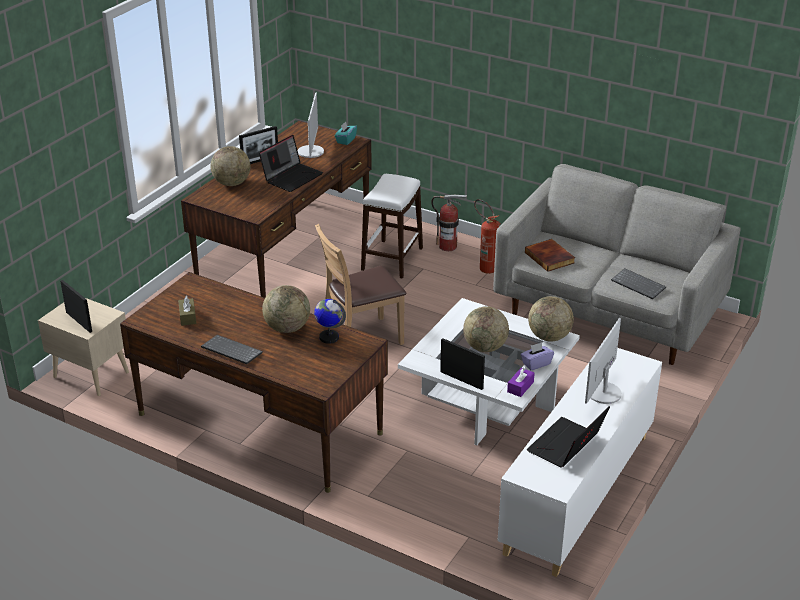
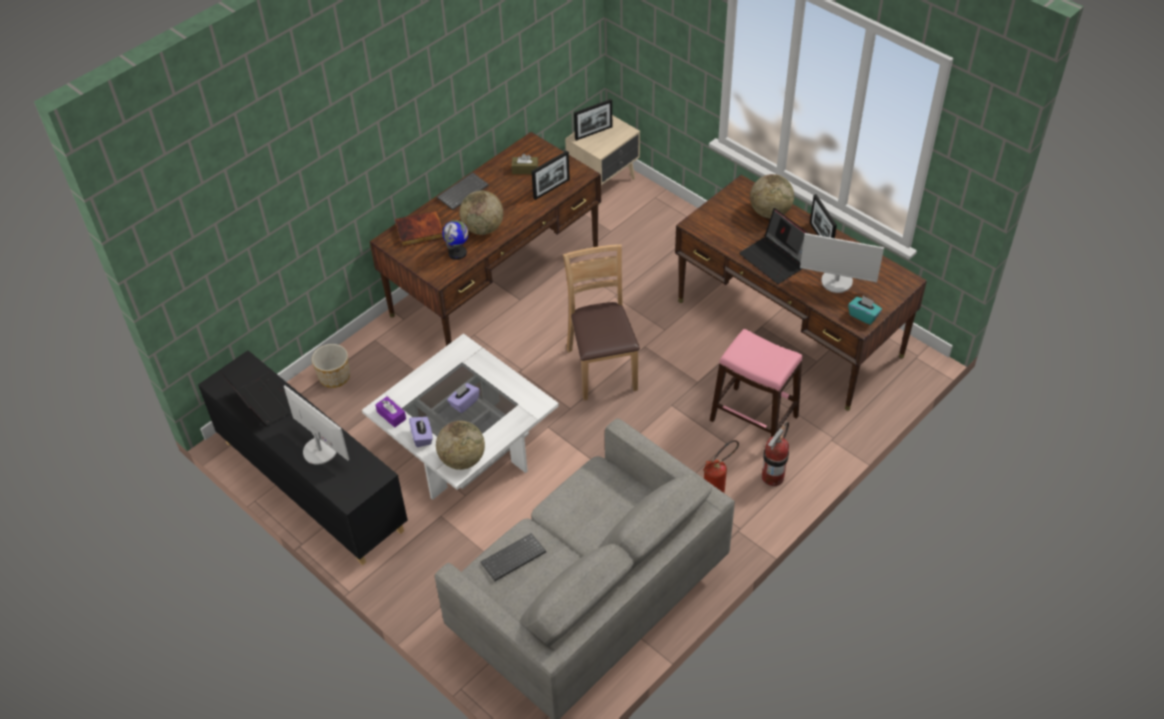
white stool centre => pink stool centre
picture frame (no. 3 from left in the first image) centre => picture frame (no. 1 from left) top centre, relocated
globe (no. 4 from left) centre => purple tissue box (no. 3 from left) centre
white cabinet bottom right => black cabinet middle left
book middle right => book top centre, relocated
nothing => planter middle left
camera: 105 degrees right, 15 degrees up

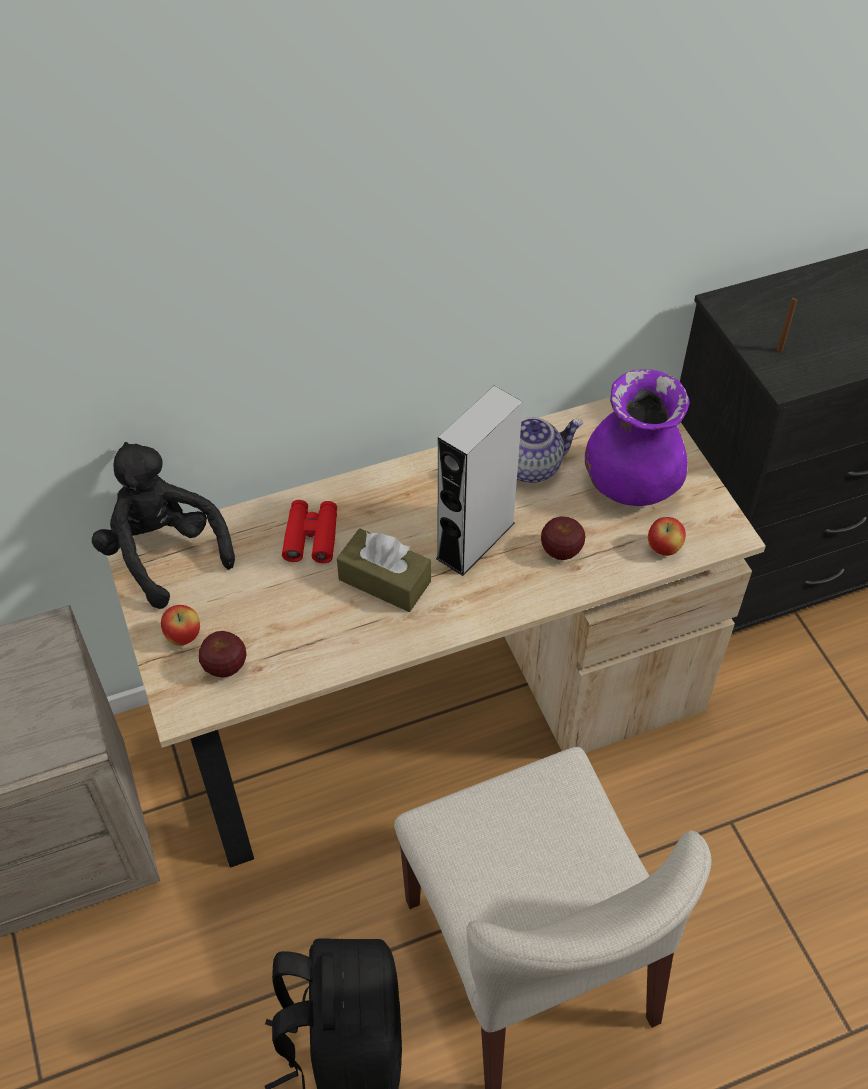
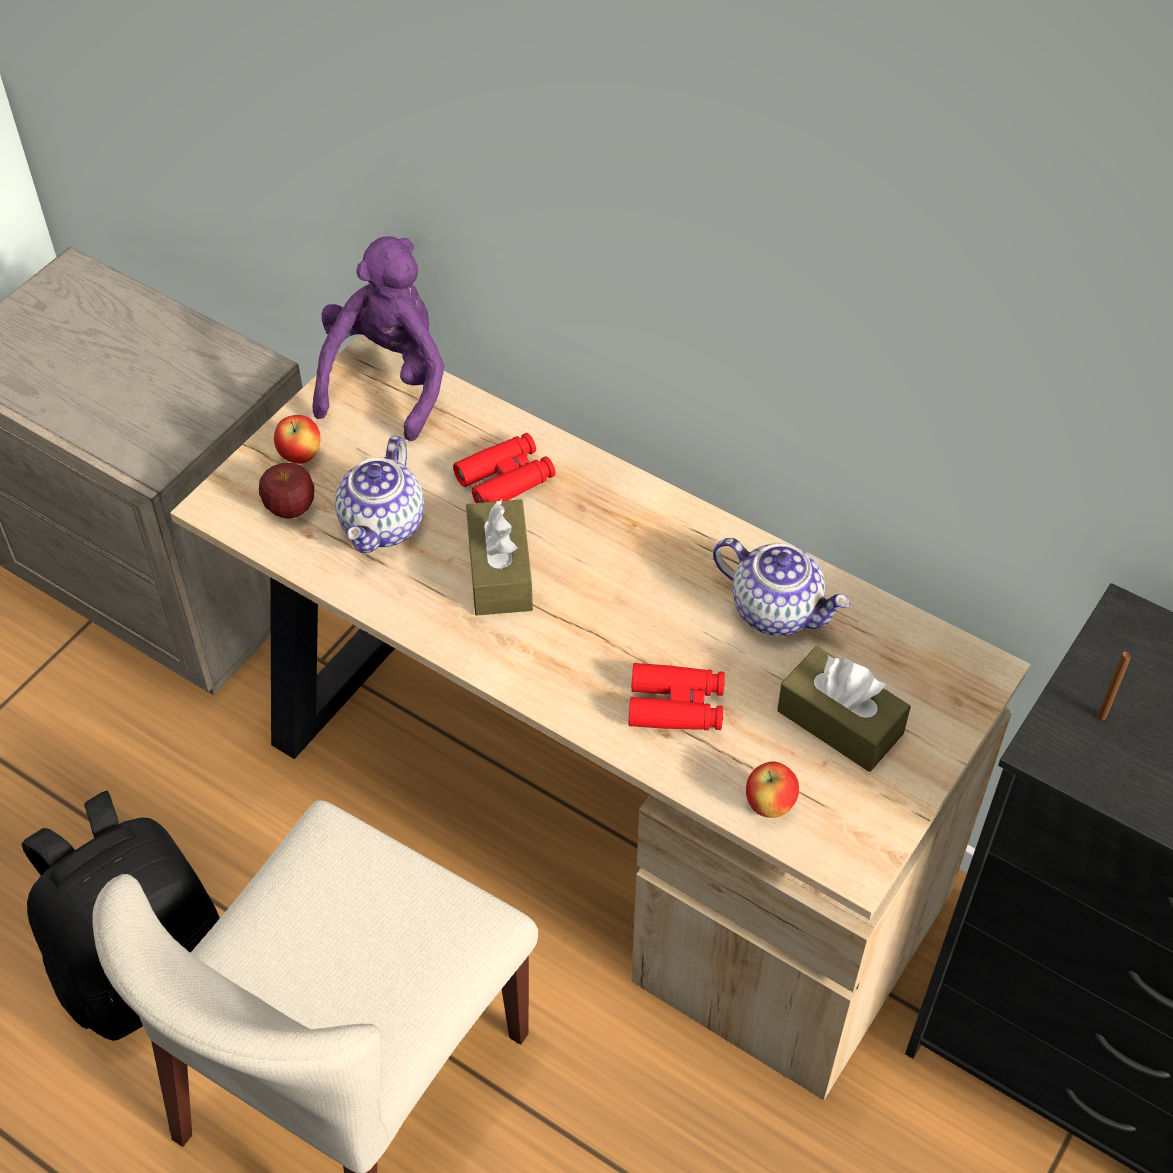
black plush toy middle left => purple plush toy top left
grey speaker centre => nothing
apple (no. 3 from left) centre => red binoculars (no. 2 from left) centre
purple vase middle right => brown tissue box (no. 2 from left) middle right
nothing => teapot (no. 1 from left) middle left
camera: 55 degrees right, 0 degrees up

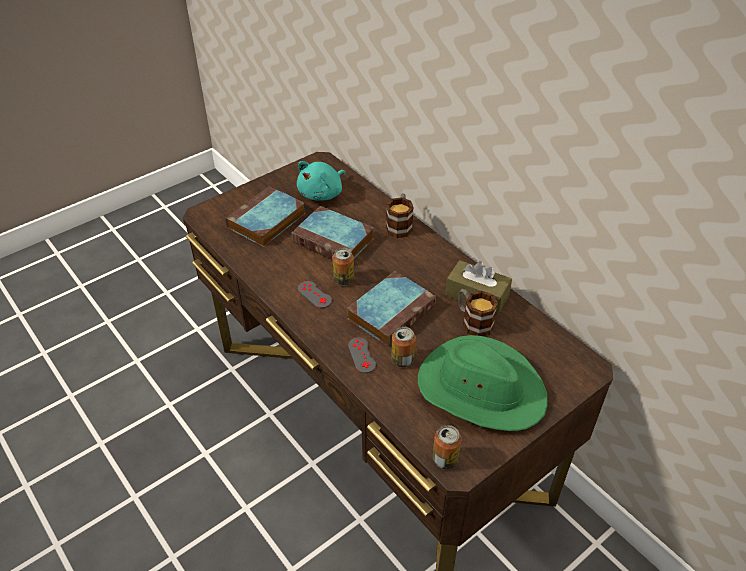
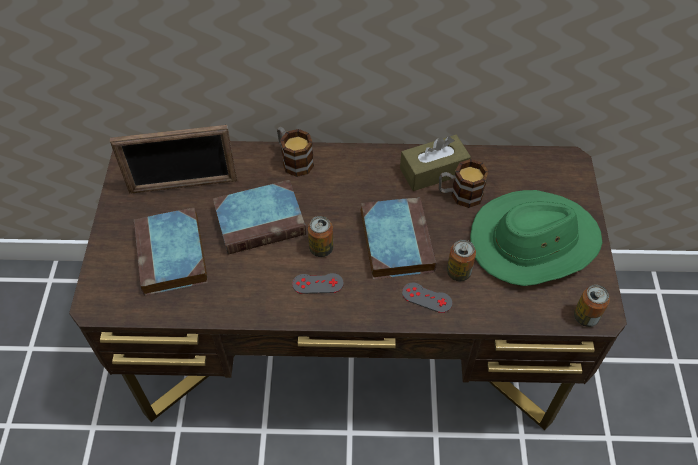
turquoise plush toy top centre => picture frame middle left
camera: 50 degrees left, 10 degrees up

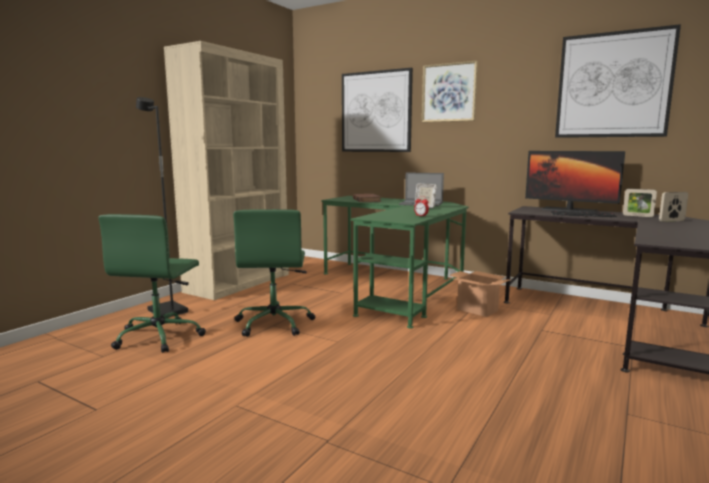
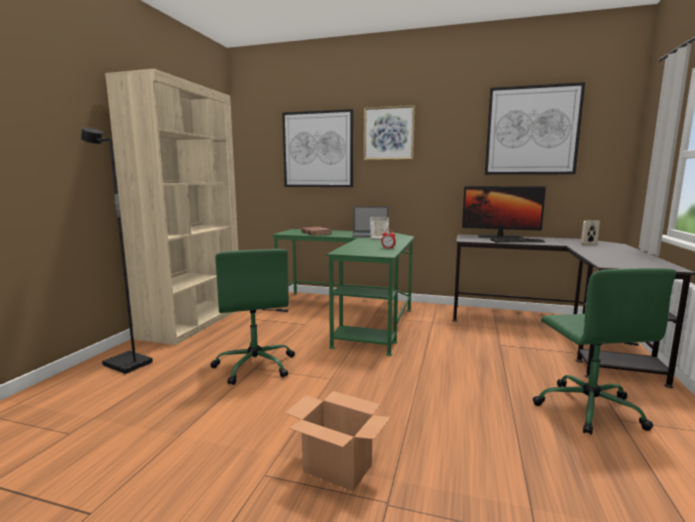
green office chair (no. 1 from left in the first image) middle left => green office chair (no. 2 from left) bottom right, relocated
cardboard box middle right => cardboard box bottom centre, relocated
picture frame (no. 2 from left) middle right => nothing
camera: 15 degrees left, 0 degrees up

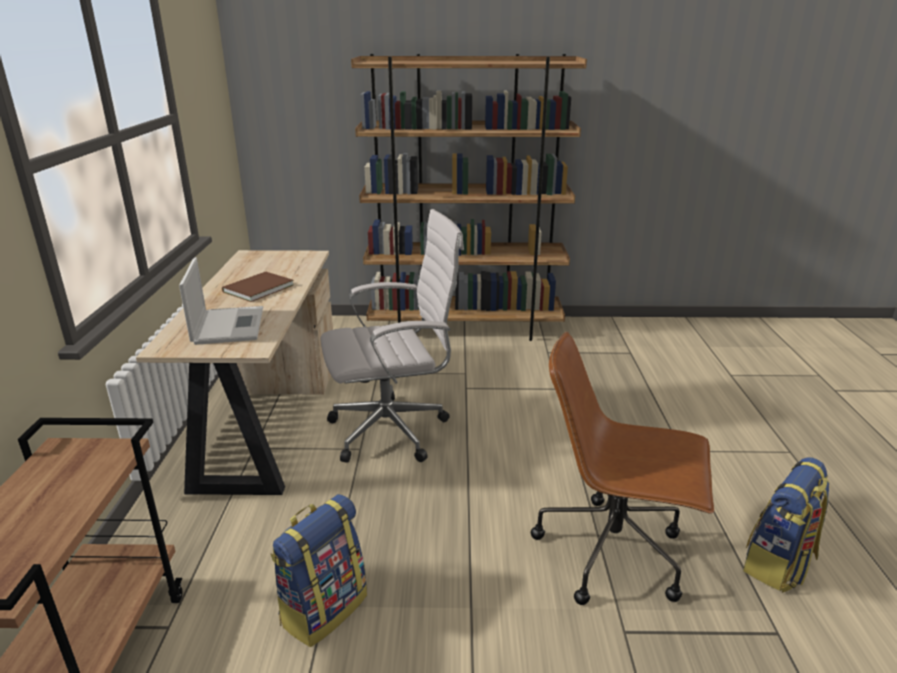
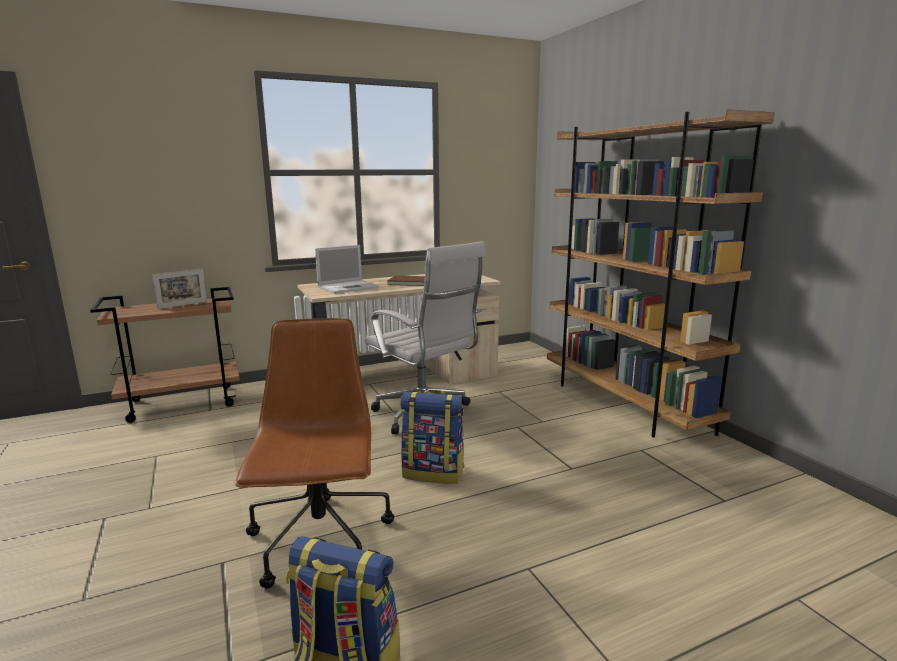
backpack (no. 1 from left in the first image) bottom centre => backpack (no. 2 from left) centre, relocated
nothing => picture frame middle left
camera: 65 degrees right, 10 degrees down

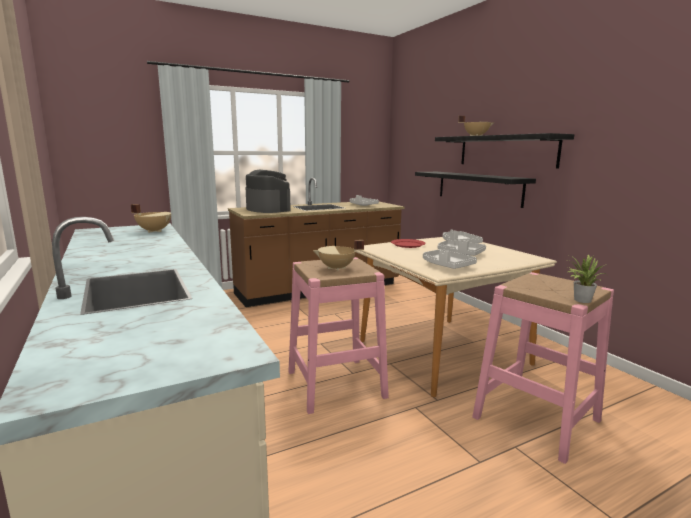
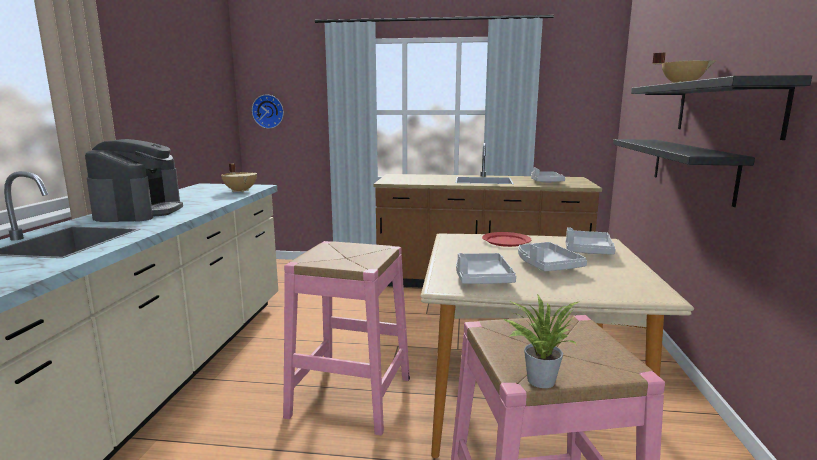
coffee machine centre => coffee machine middle left, relocated
beige cooking pot (no. 2 from left) centre => nothing
nothing => wall clock top left
camera: 35 degrees right, 0 degrees up

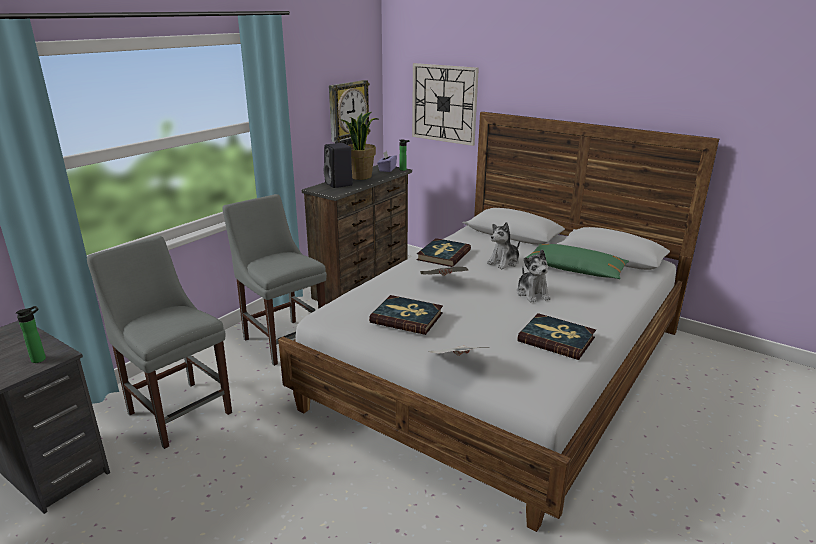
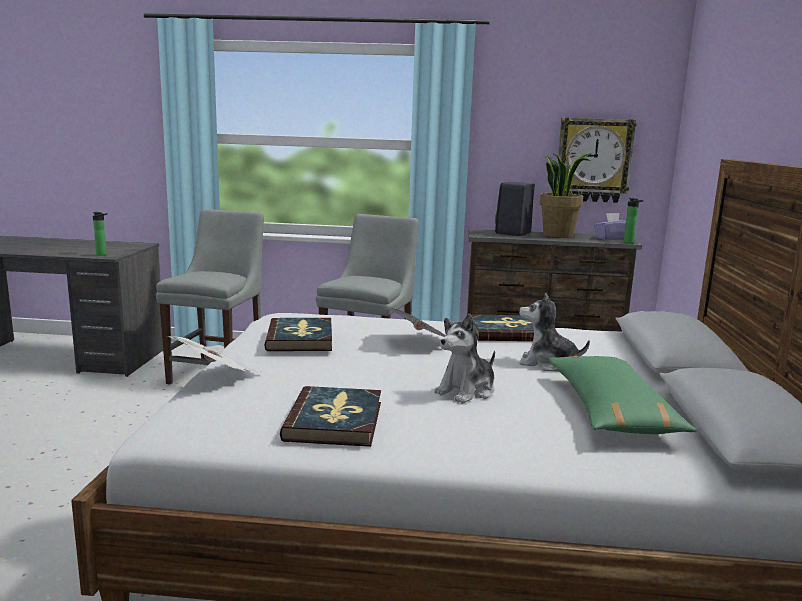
wall clock (no. 2 from left) top centre => nothing
camera: 60 degrees right, 10 degrees down

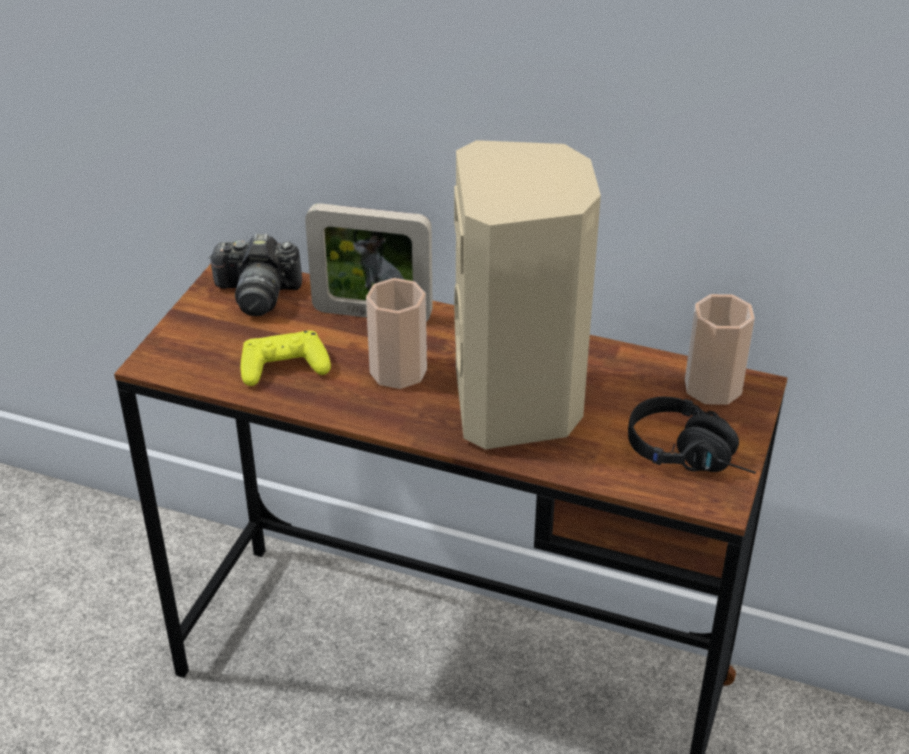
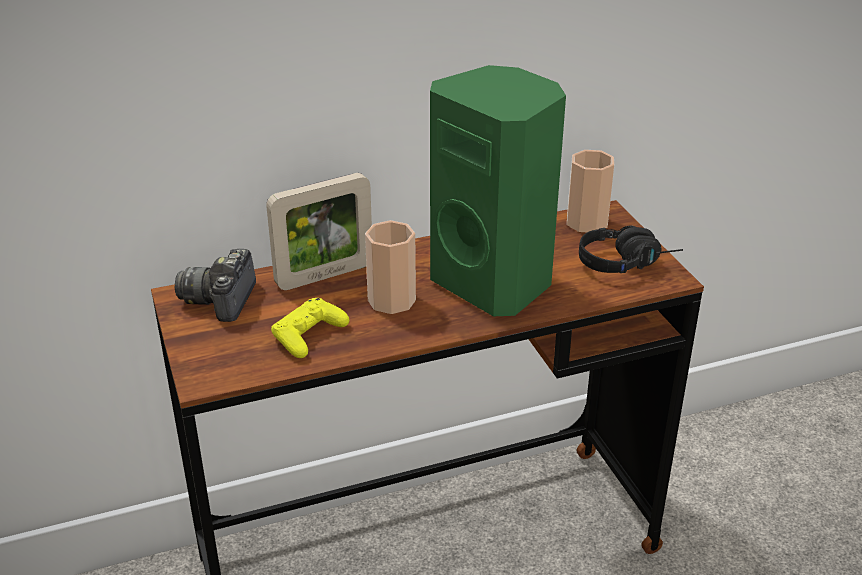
photo camera middle left, 135 degrees clockwise
beige speaker centre => green speaker top centre
camera: 40 degrees left, 5 degrees down

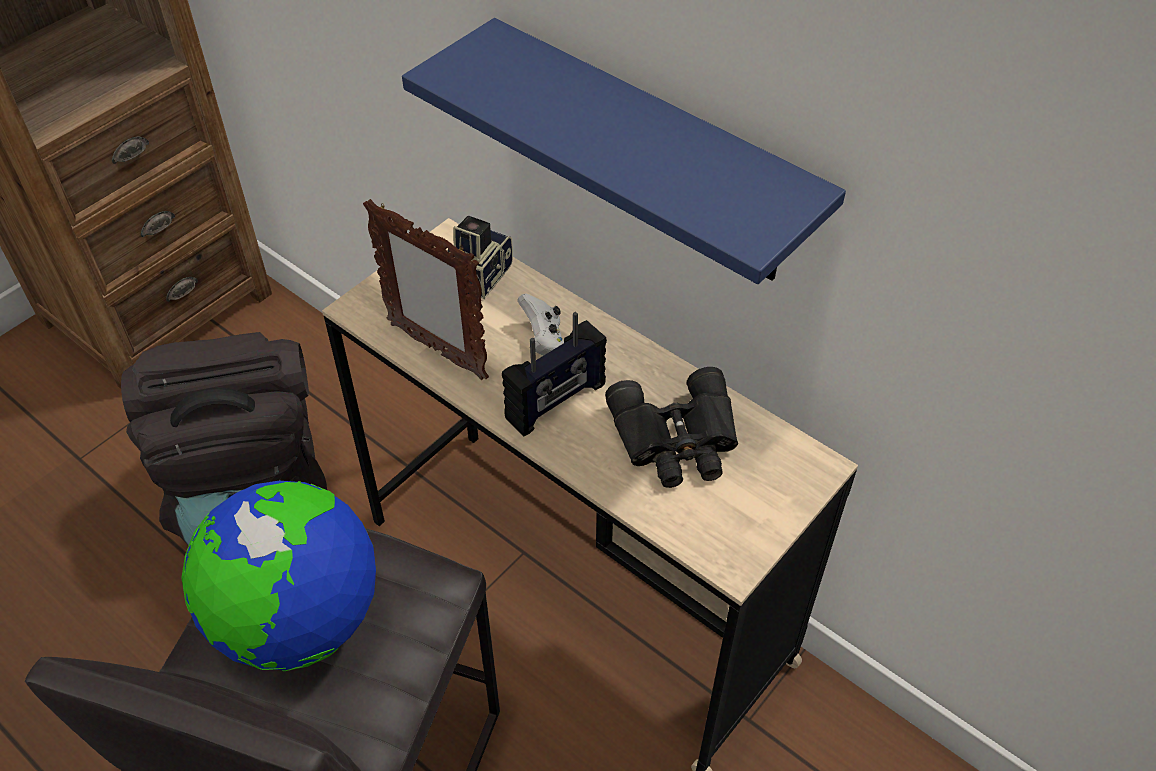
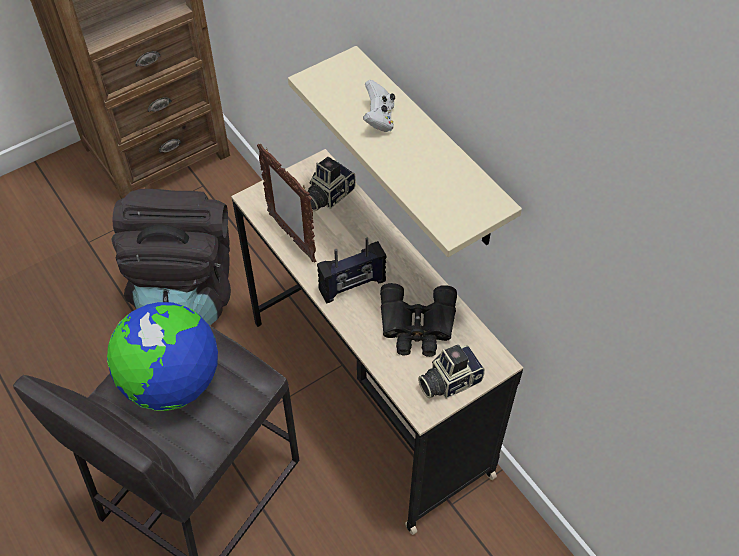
blue shelf top centre => beige shelf top centre
white game controller centre => white game controller top centre, relocated
nothing => photo camera (no. 2 from left) bottom centre
camera: 15 degrees right, 5 degrees up

